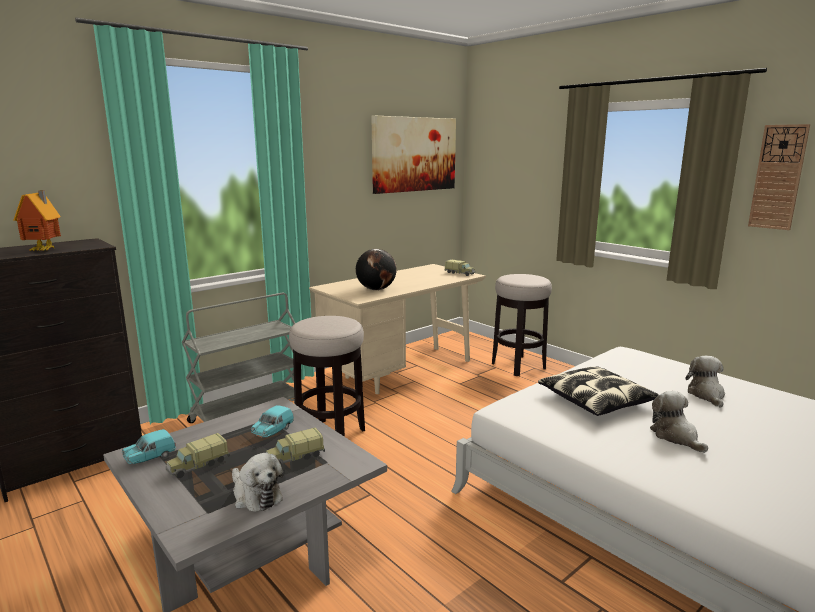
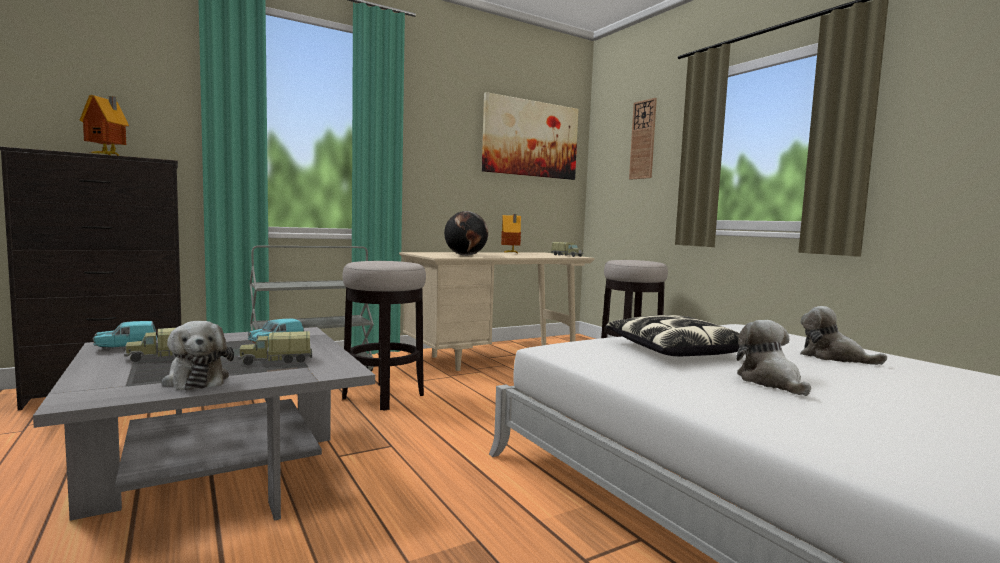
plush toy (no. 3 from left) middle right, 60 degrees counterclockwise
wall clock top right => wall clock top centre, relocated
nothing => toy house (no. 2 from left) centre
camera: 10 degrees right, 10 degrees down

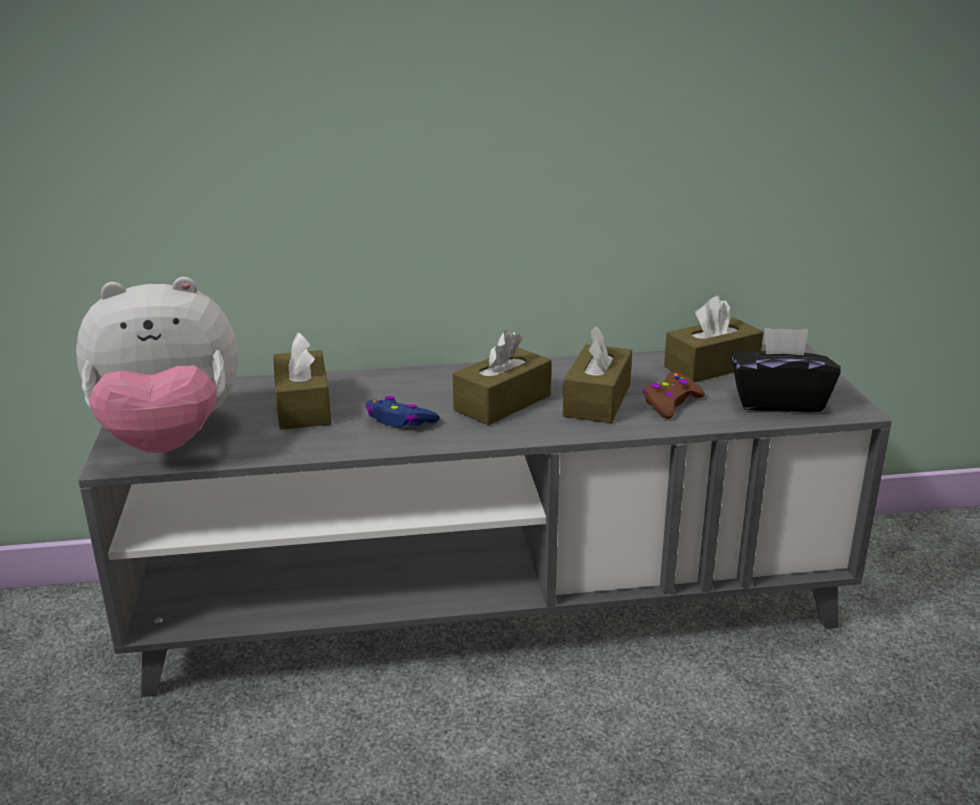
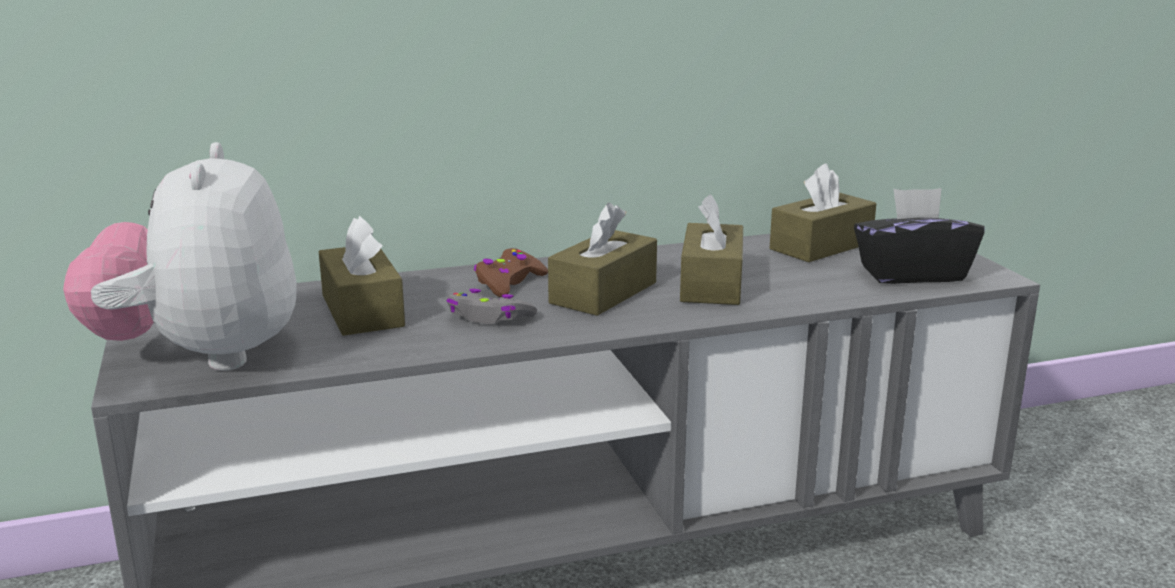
plush toy middle left, 105 degrees clockwise
blue game controller centre => grey game controller centre
brown game controller middle right => brown game controller centre, relocated
camera: 10 degrees left, 5 degrees down

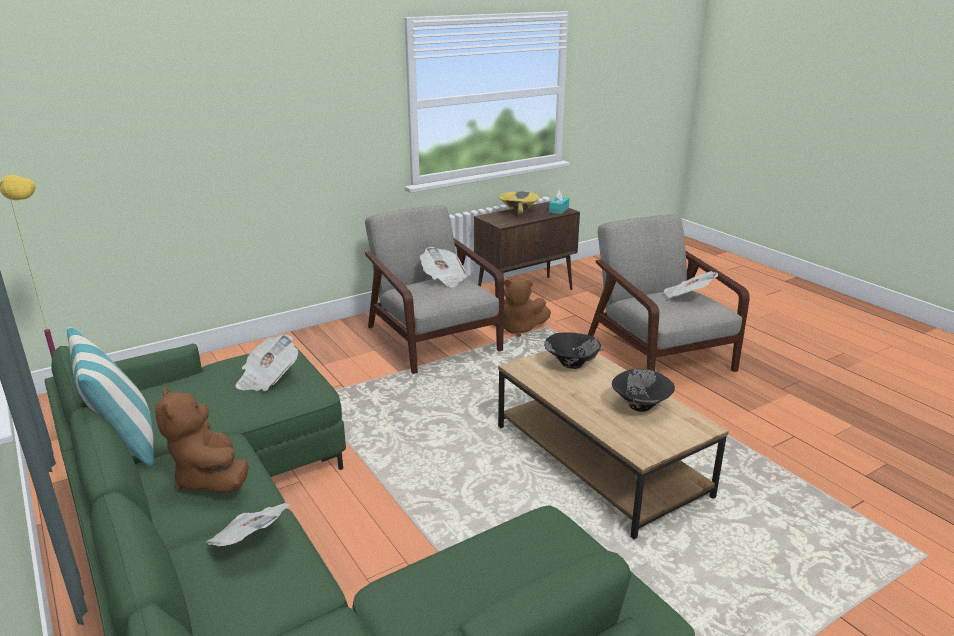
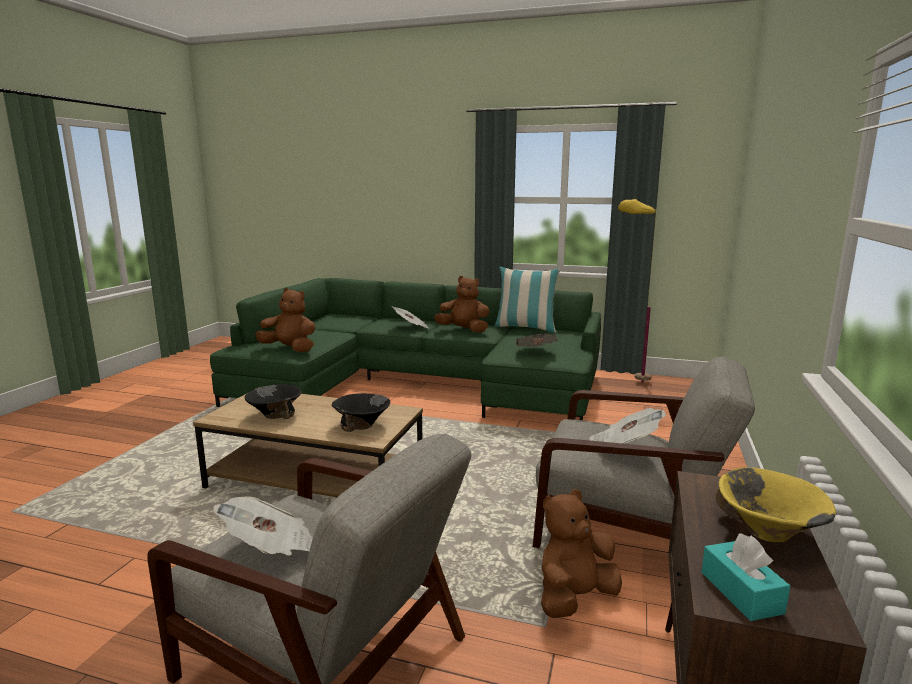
nothing => brown plush toy (no. 1 from left) middle left
camera: 140 degrees right, 10 degrees down

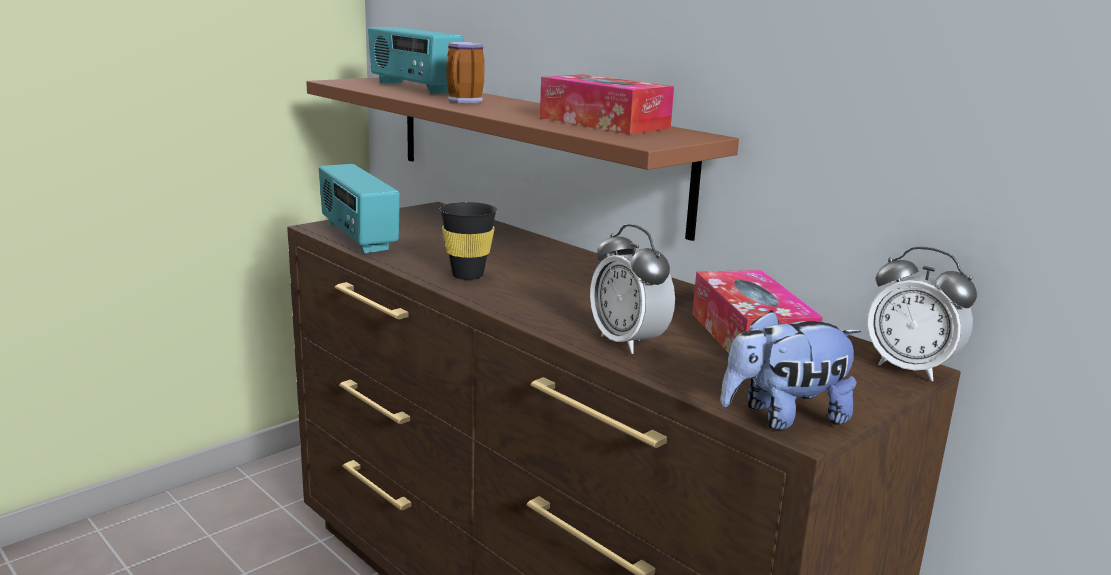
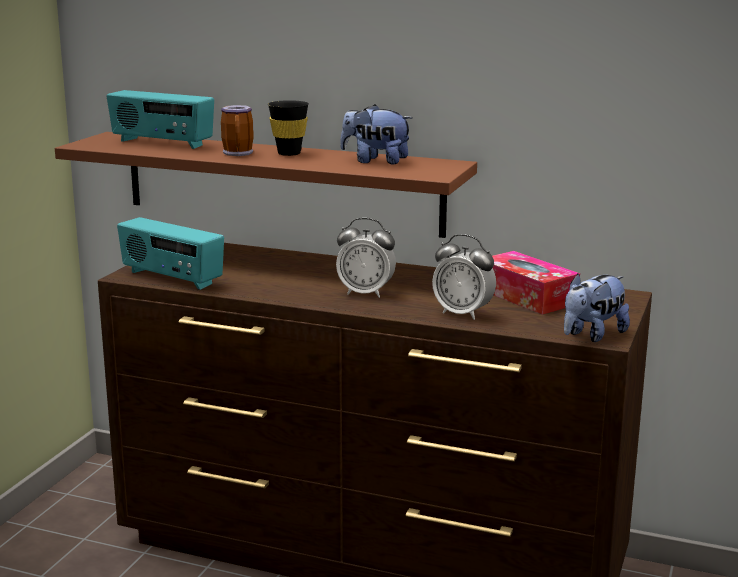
black cup centre => black cup top centre, relocated
tissue box (no. 1 from left) top centre => plush toy (no. 1 from left) top centre
alarm clock (no. 2 from left in the first image) middle right => alarm clock (no. 1 from left) centre, relocated
camera: 25 degrees left, 0 degrees up

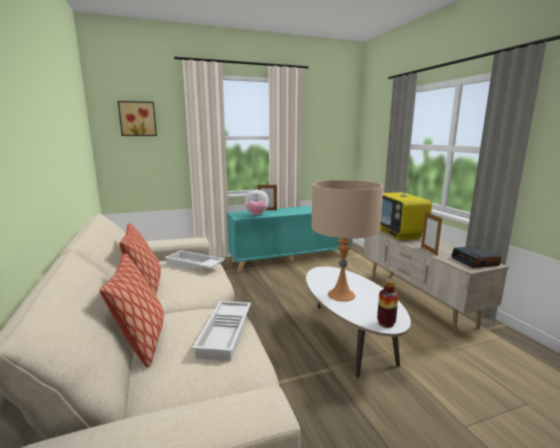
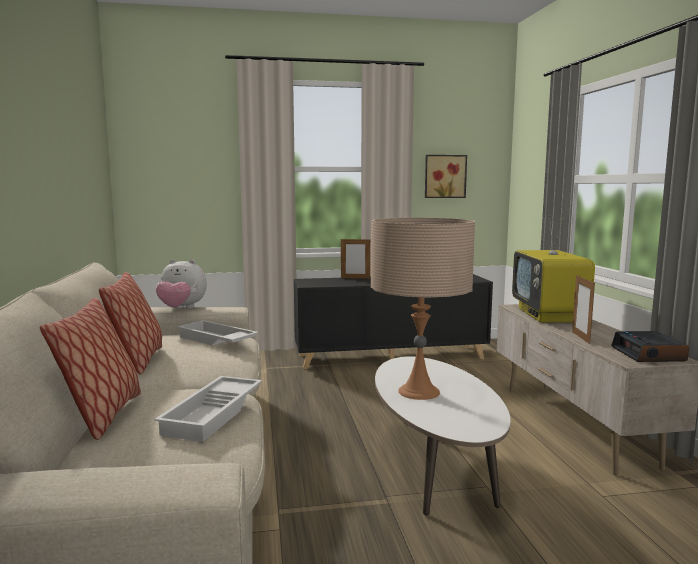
picture top left => picture top centre, relocated
turquoise cabinet centre => black cabinet centre
plush toy centre => plush toy middle left, relocated
vase bottom right => nothing
camera: 10 degrees right, 5 degrees down

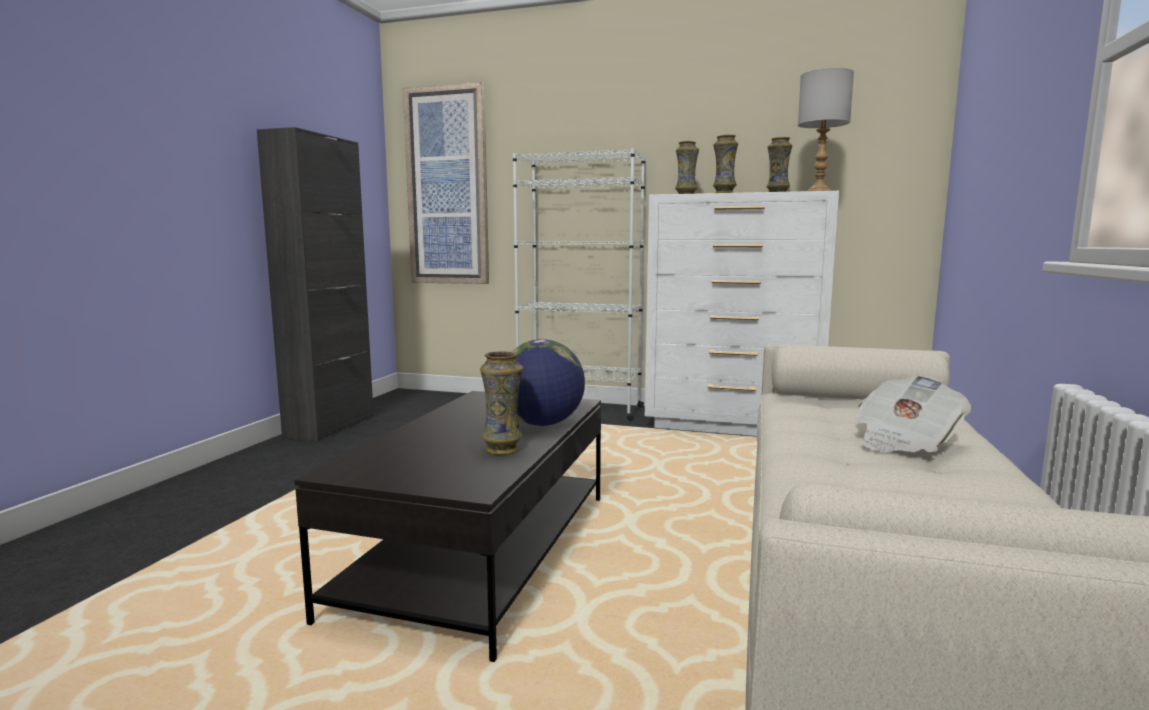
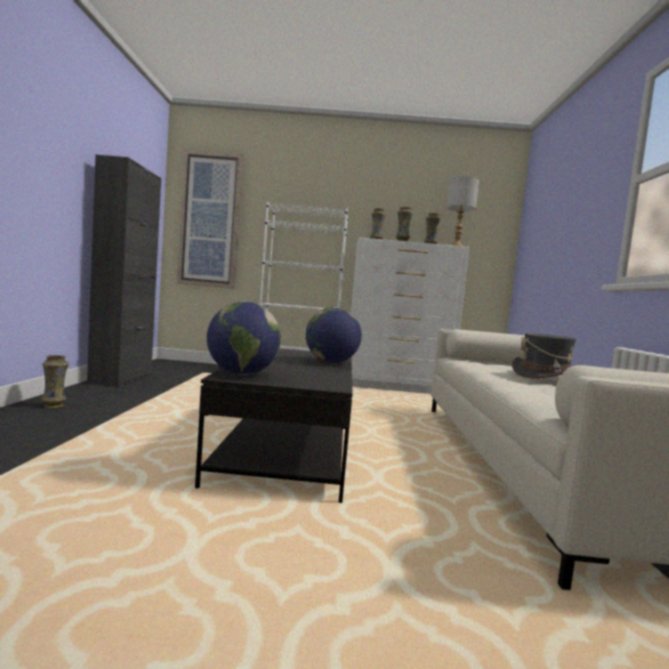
vase (no. 1 from left) centre => vase (no. 1 from left) middle left, relocated
newspaper middle right => grey hat middle right
nothing => globe (no. 1 from left) centre
camera: 15 degrees left, 5 degrees down

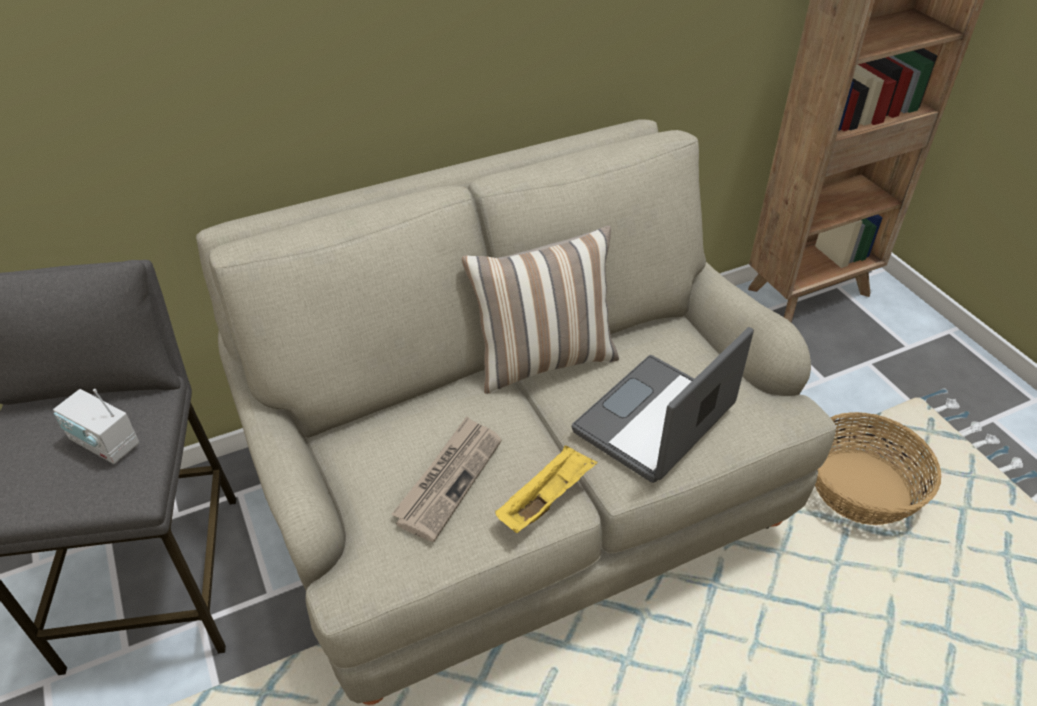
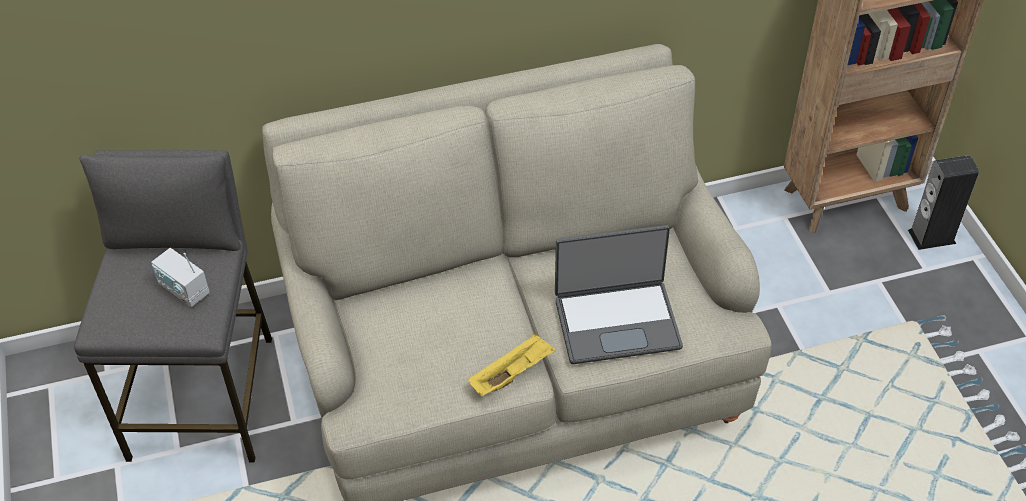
newspaper bottom centre => nothing
pillow centre => nothing
laptop centre, 150 degrees counterclockwise
basket middle right => nothing
nothing => speaker middle right
camera: 10 degrees right, 5 degrees up

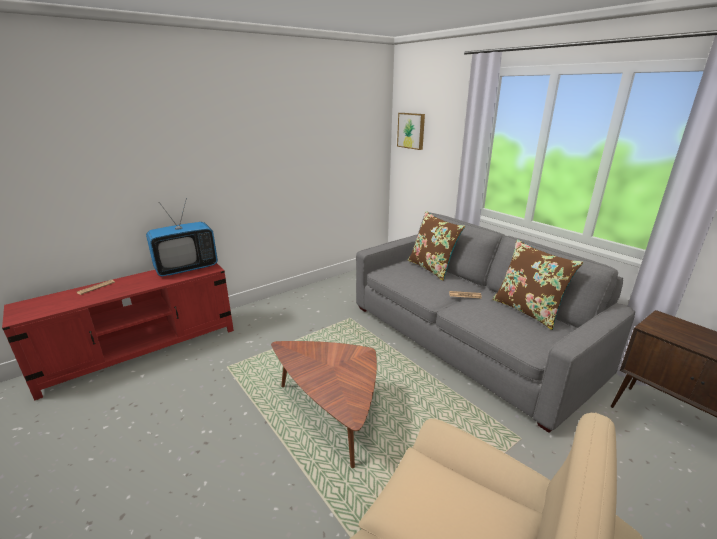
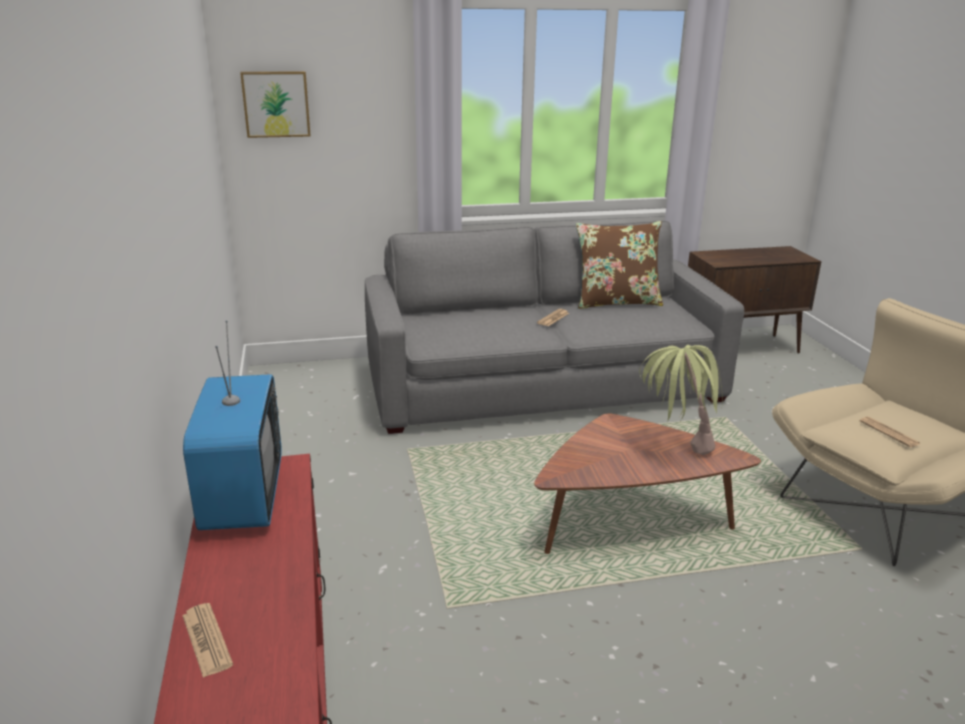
brown pillow (no. 1 from left) centre => nothing
nothing => potted plant middle right
nothing => newspaper (no. 3 from left) middle right
camera: 65 degrees left, 0 degrees up

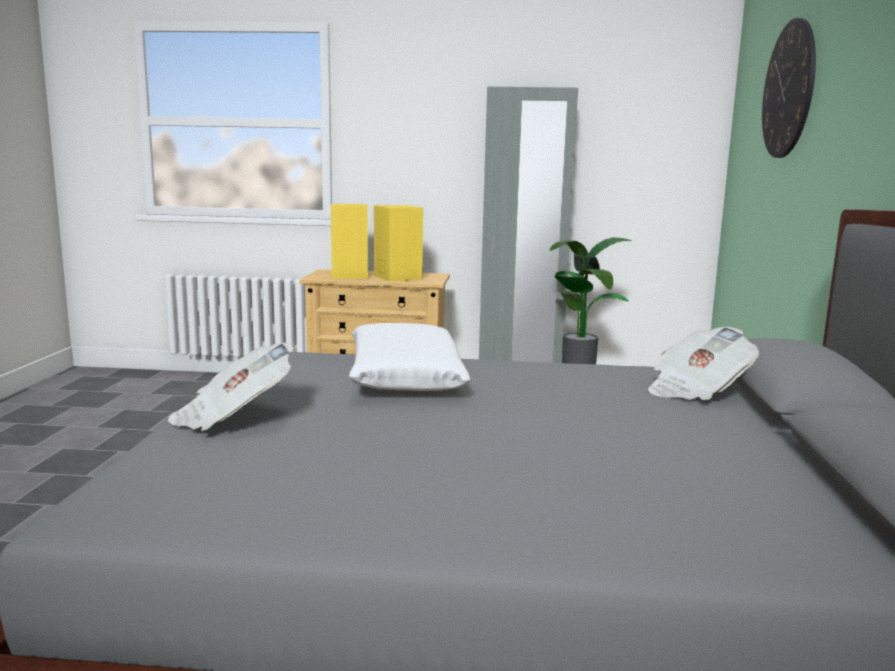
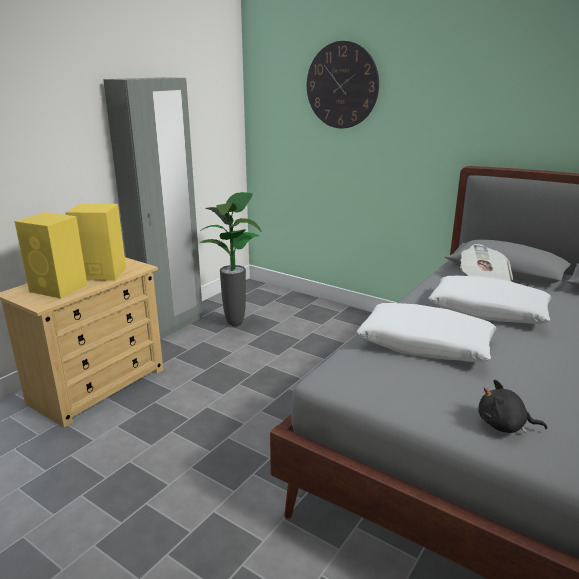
newspaper (no. 1 from left) middle left => black plush toy bottom right
nothing => white pillow (no. 2 from left) middle right
camera: 60 degrees left, 10 degrees up

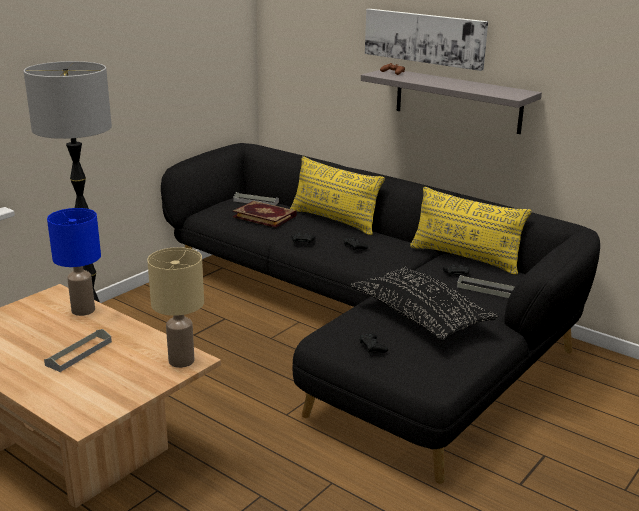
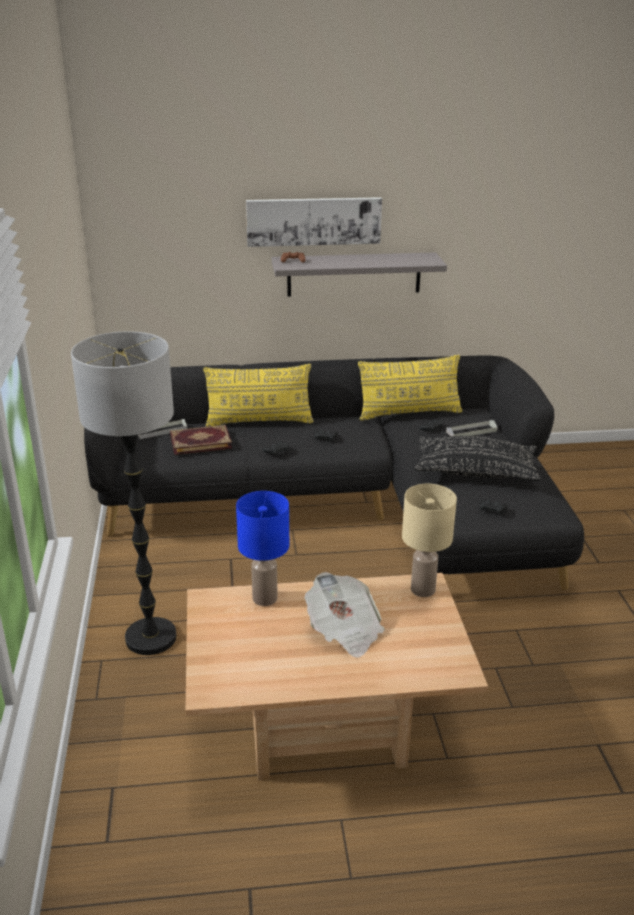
grey tray (no. 1 from left) bottom left => newspaper bottom centre
camera: 45 degrees left, 5 degrees up

